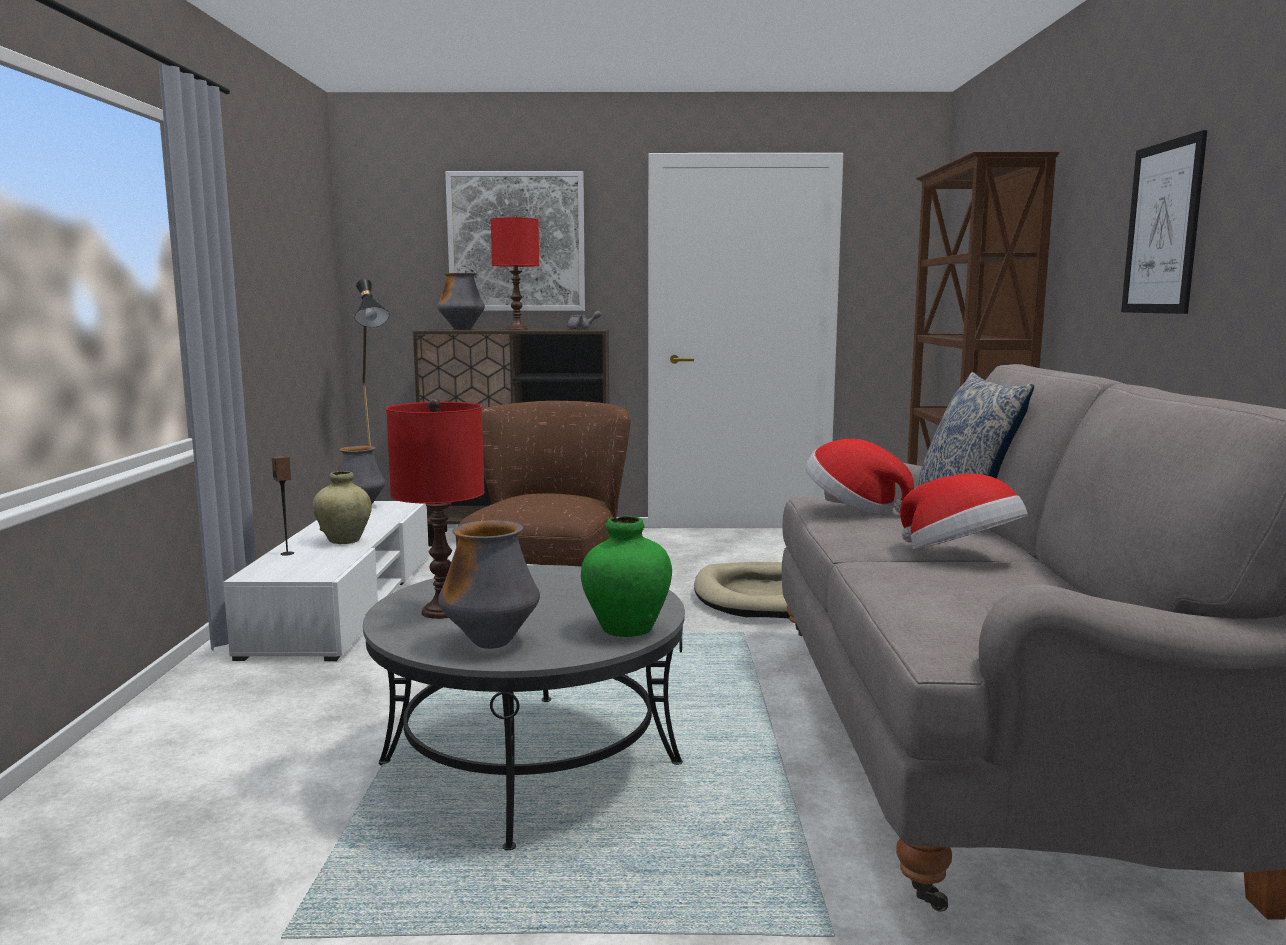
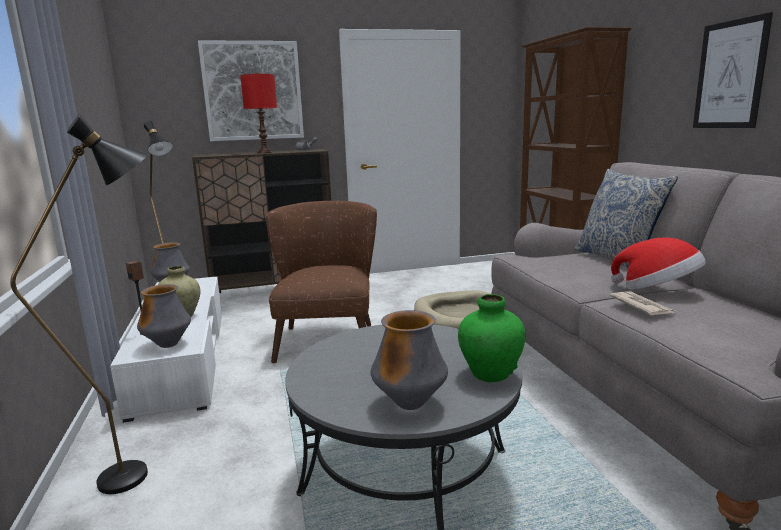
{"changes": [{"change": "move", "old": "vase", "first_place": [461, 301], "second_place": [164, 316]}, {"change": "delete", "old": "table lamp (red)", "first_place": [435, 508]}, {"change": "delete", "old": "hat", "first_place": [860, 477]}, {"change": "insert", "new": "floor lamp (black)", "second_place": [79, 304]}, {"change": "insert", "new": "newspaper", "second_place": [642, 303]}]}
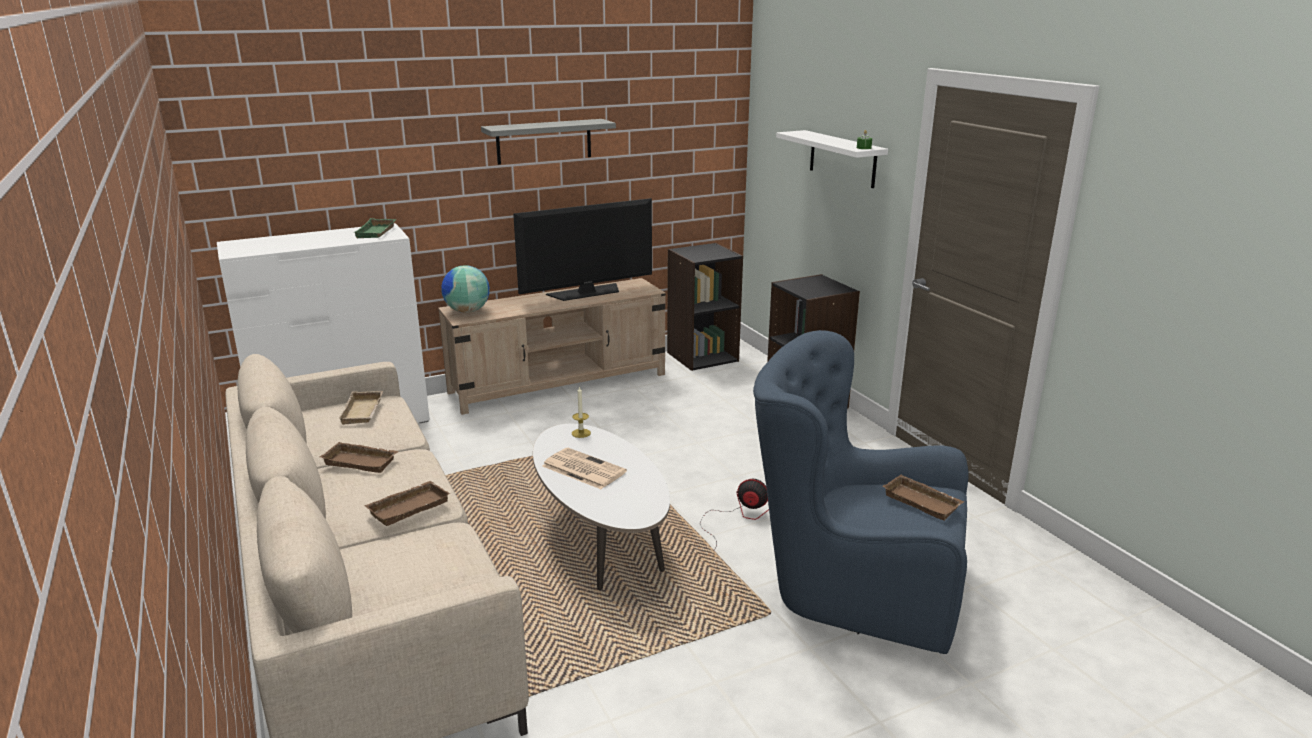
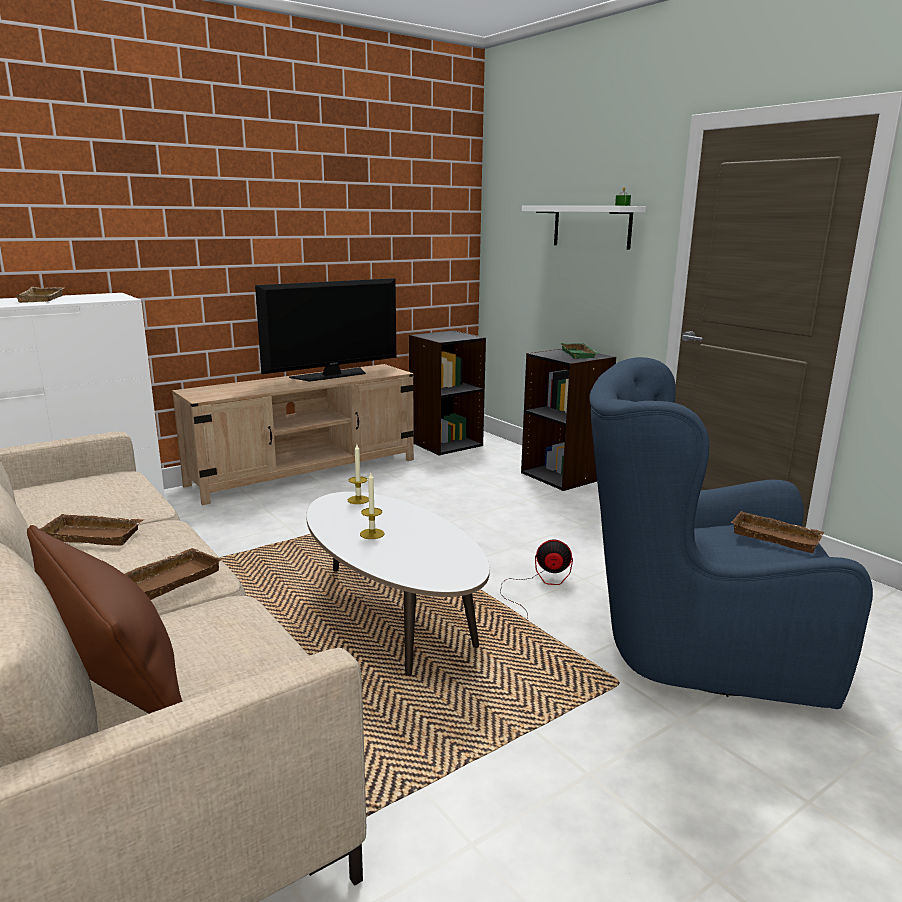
{"changes": [{"change": "delete", "old": "shelf (grey)", "first_place": [548, 142]}, {"change": "move", "old": "tray (green)", "first_place": [375, 228], "second_place": [579, 351]}, {"change": "delete", "old": "globe", "first_place": [465, 289]}, {"change": "move", "old": "tray (beige)", "first_place": [360, 408], "second_place": [40, 295]}, {"change": "replace", "old": "newspaper", "new": "candle", "first_place": [584, 468], "second_place": [372, 506]}, {"change": "insert", "new": "pillow (brown)", "second_place": [105, 619]}]}
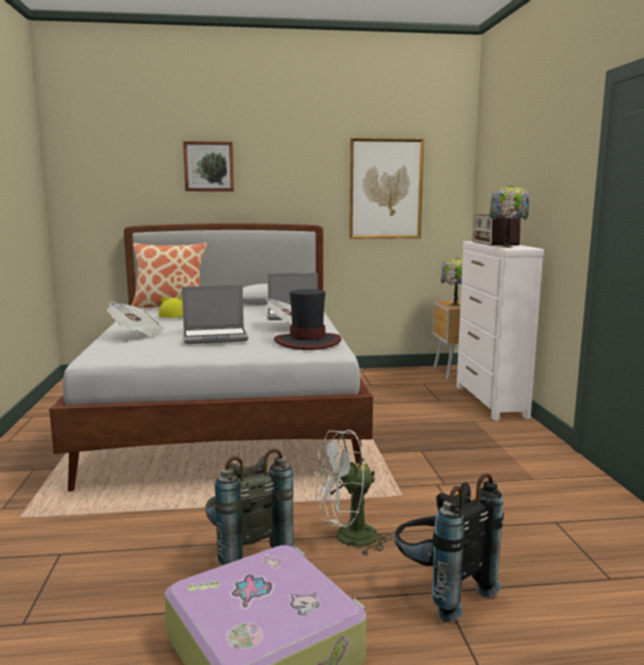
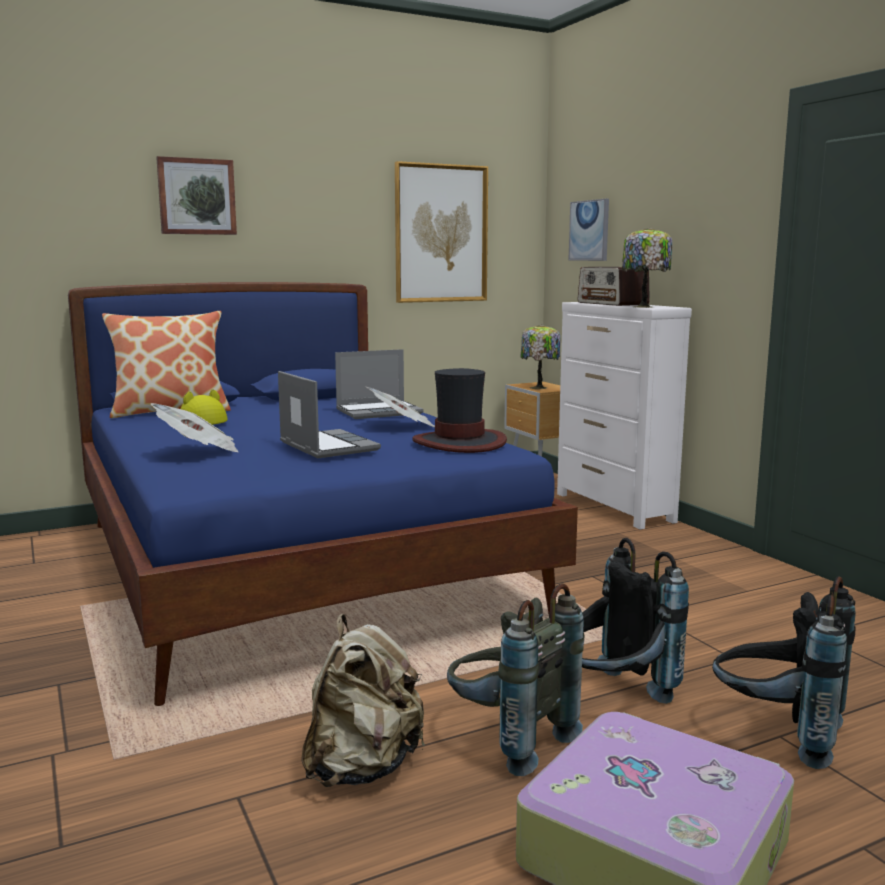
{"changes": [{"change": "recolor", "old": "bed (white)", "new": "bed (blue)", "first_place": [211, 357], "second_place": [323, 494]}, {"change": "rotate", "old": "laptop", "first_place": [215, 314], "second_place": [329, 414], "degrees": -90}, {"change": "replace", "old": "fan (white)", "new": "backpack (black)", "first_place": [354, 493], "second_place": [635, 621]}, {"change": "insert", "new": "picture", "second_place": [589, 230]}, {"change": "insert", "new": "backpack (beige)", "second_place": [363, 700]}]}
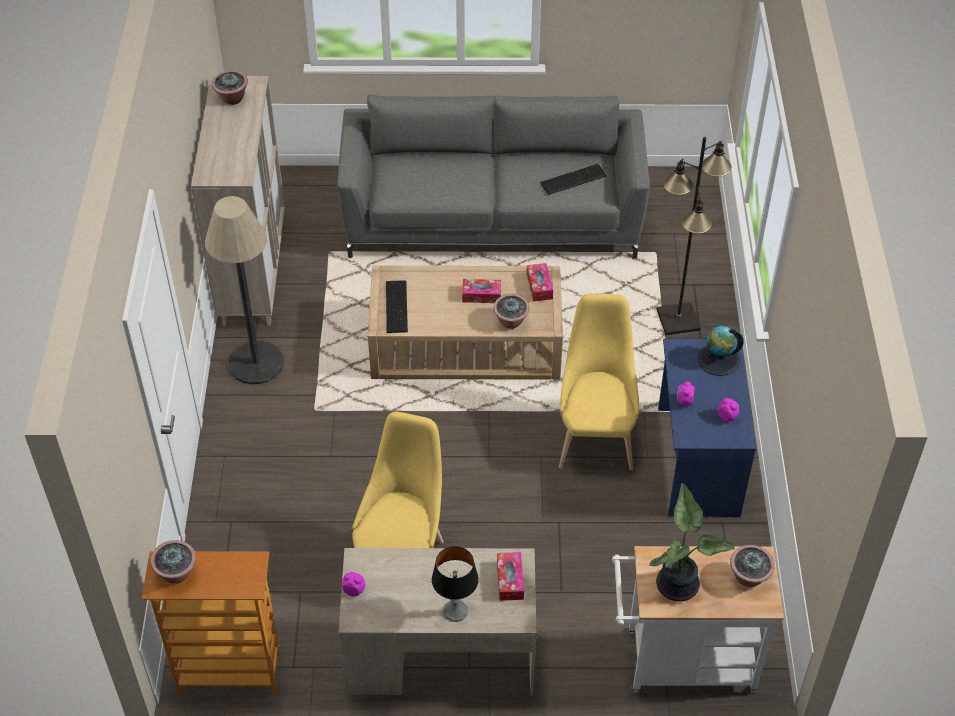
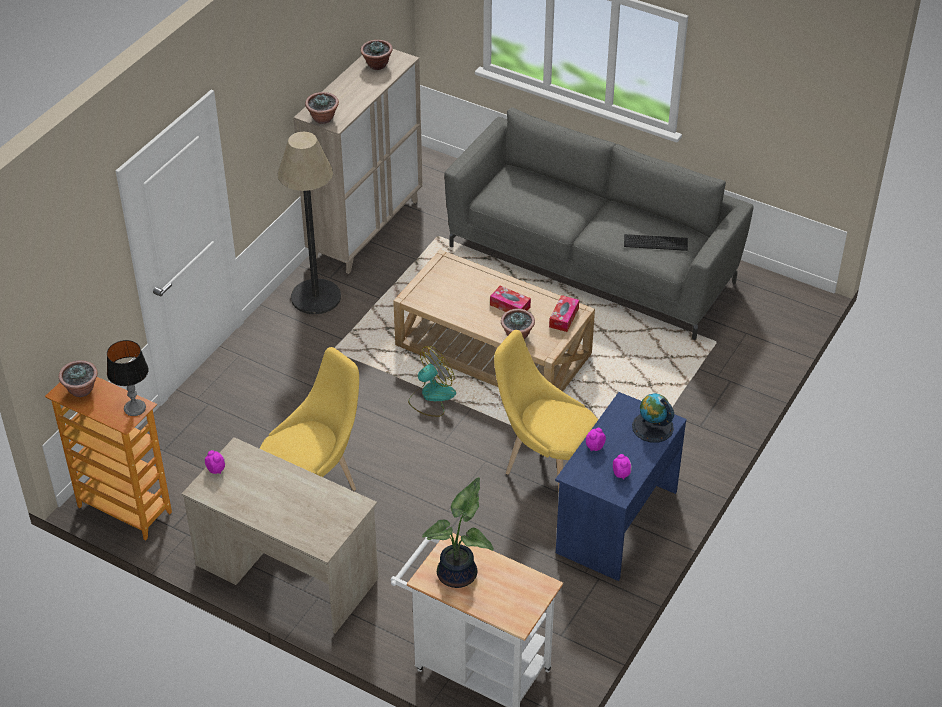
{"changes": [{"change": "delete", "old": "floor lamp (black)", "first_place": [694, 236]}, {"change": "delete", "old": "keyboard", "first_place": [397, 306]}, {"change": "rotate", "old": "chair (yellow)", "first_place": [599, 382], "second_place": [546, 410], "degrees": -90}, {"change": "move", "old": "potted plant", "first_place": [752, 566], "second_place": [322, 108]}, {"change": "move", "old": "table lamp", "first_place": [455, 584], "second_place": [128, 378]}, {"change": "delete", "old": "tissue box", "first_place": [510, 576]}, {"change": "insert", "new": "fan", "second_place": [432, 381]}]}
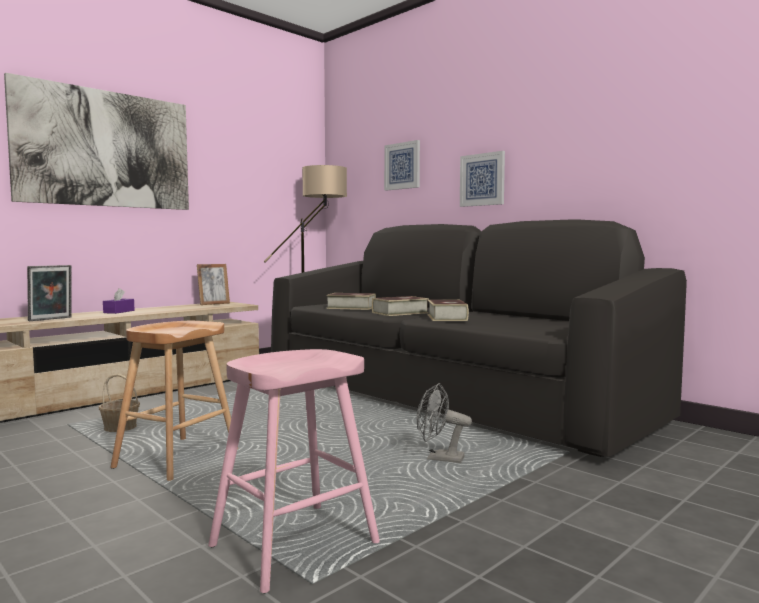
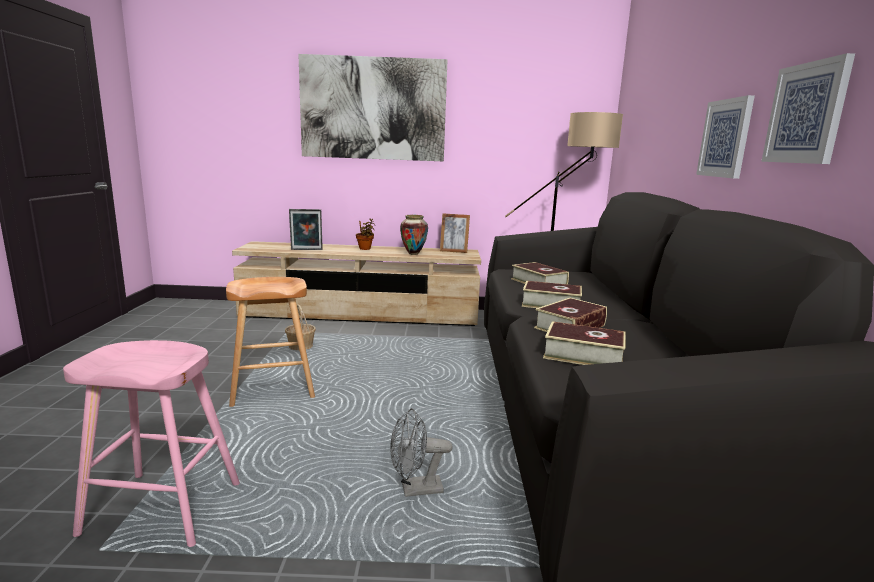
{"changes": [{"change": "move", "old": "picture", "first_place": [402, 165], "second_place": [808, 108]}, {"change": "replace", "old": "tissue box (purple)", "new": "potted plant", "first_place": [118, 301], "second_place": [365, 234]}, {"change": "rotate", "old": "fan (grey)", "first_place": [444, 423], "second_place": [421, 452], "degrees": -75}, {"change": "insert", "new": "vase", "second_place": [414, 235]}, {"change": "insert", "new": "book", "second_place": [584, 343]}]}
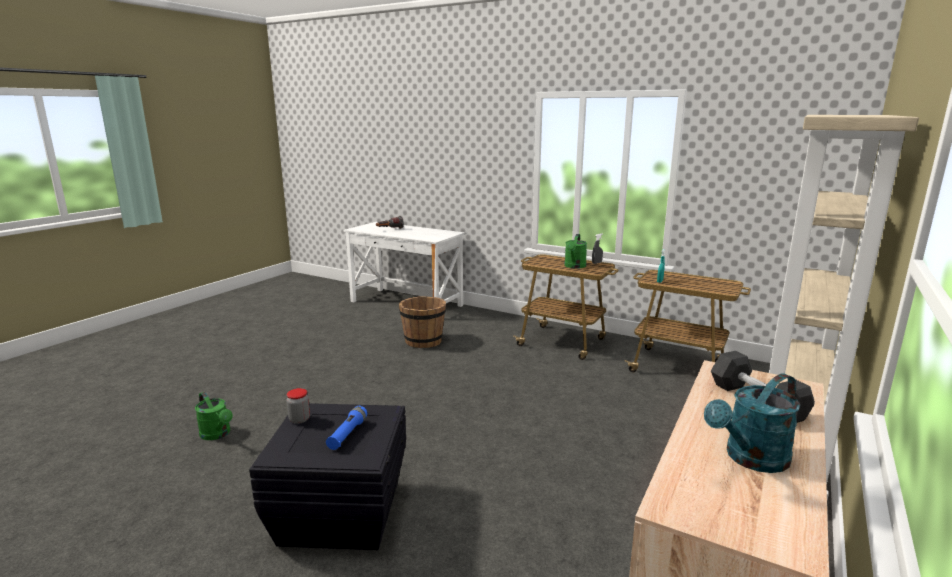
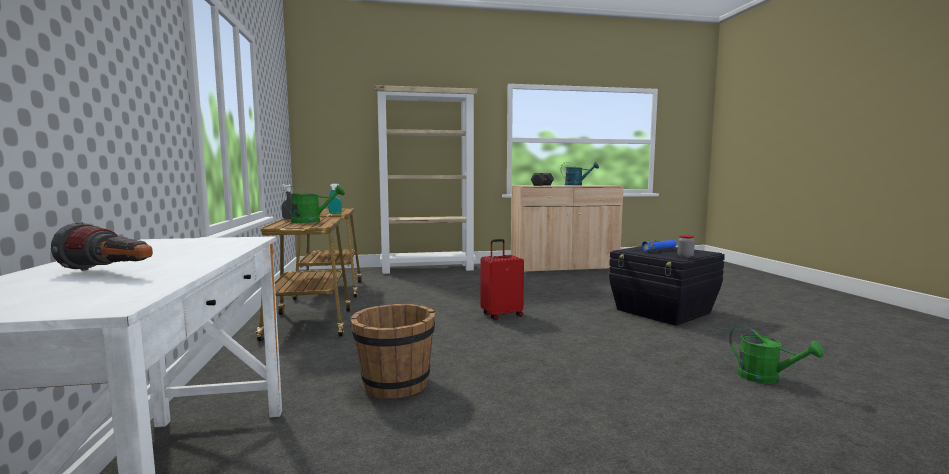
{"changes": [{"change": "rotate", "old": "watering can (green)", "first_place": [214, 416], "second_place": [776, 354], "degrees": 135}, {"change": "insert", "new": "suitcase (red)", "second_place": [502, 279]}]}
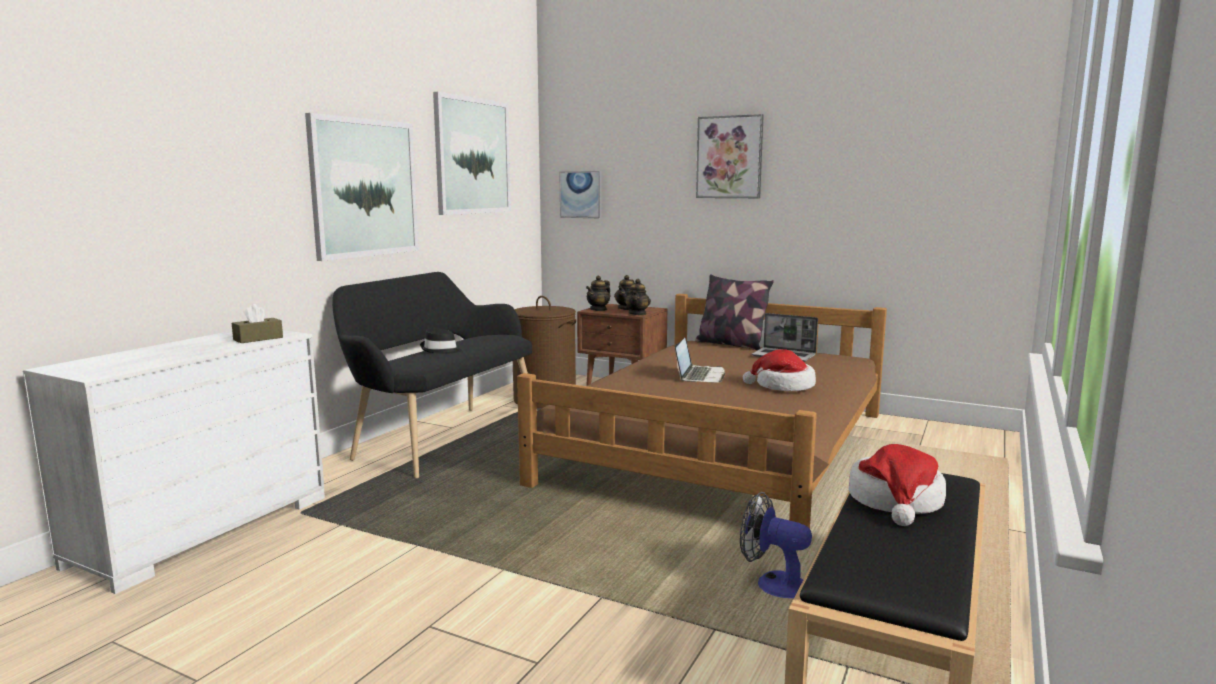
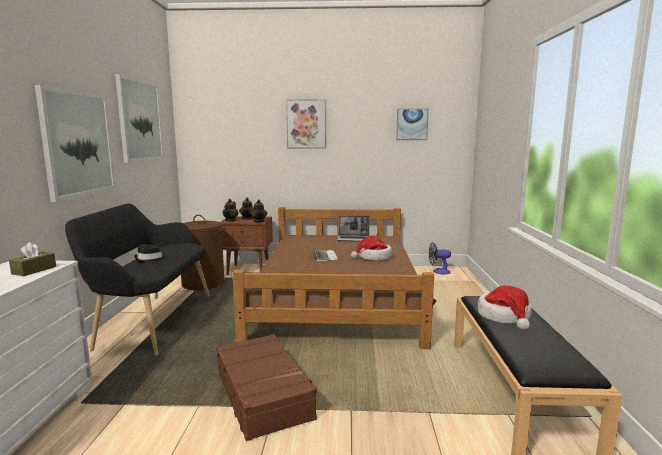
{"changes": [{"change": "move", "old": "picture", "first_place": [580, 194], "second_place": [412, 124]}, {"change": "delete", "old": "pillow", "first_place": [734, 312]}, {"change": "move", "old": "fan", "first_place": [776, 545], "second_place": [440, 258]}, {"change": "insert", "new": "suitcase (brown)", "second_place": [266, 387]}]}
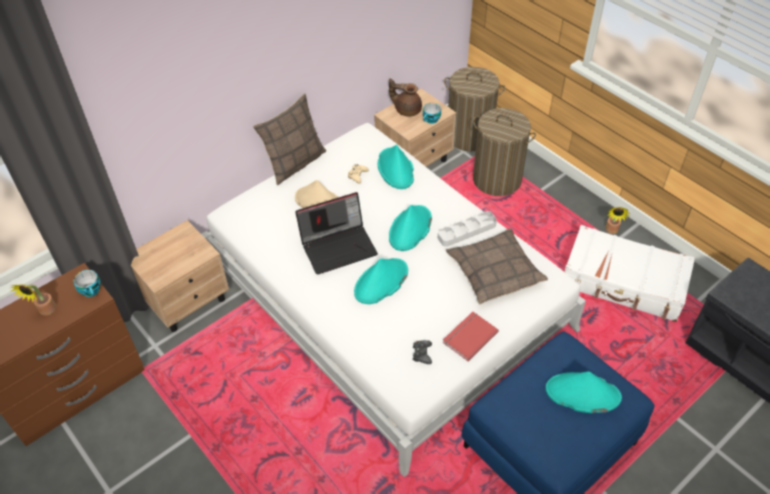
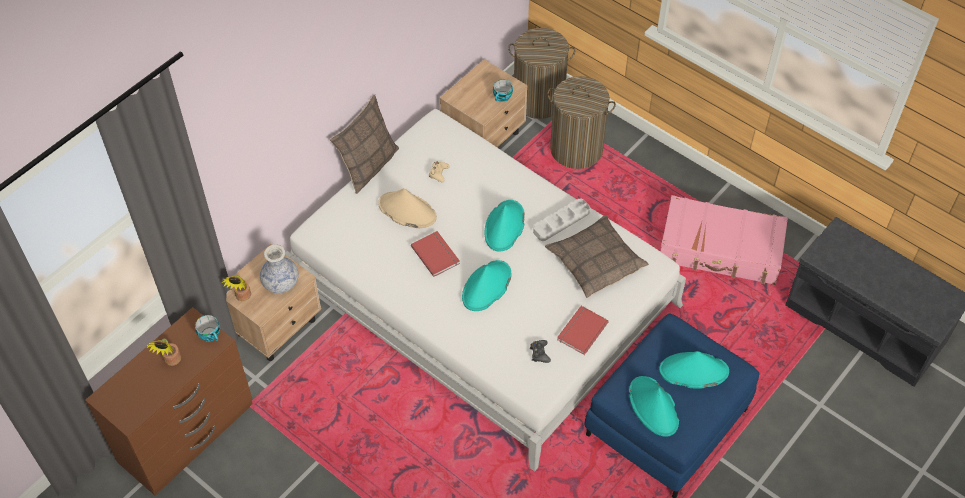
{"changes": [{"change": "delete", "old": "teapot (brown)", "first_place": [405, 97]}, {"change": "move", "old": "hat (turquoise)", "first_place": [395, 167], "second_place": [654, 406]}, {"change": "replace", "old": "laptop", "new": "book (red)", "first_place": [336, 233], "second_place": [435, 254]}, {"change": "move", "old": "potted plant", "first_place": [617, 220], "second_place": [236, 288]}, {"change": "recolor", "old": "suitcase (white)", "new": "suitcase (pink)", "first_place": [630, 273], "second_place": [724, 240]}, {"change": "insert", "new": "vase", "second_place": [279, 268]}]}
